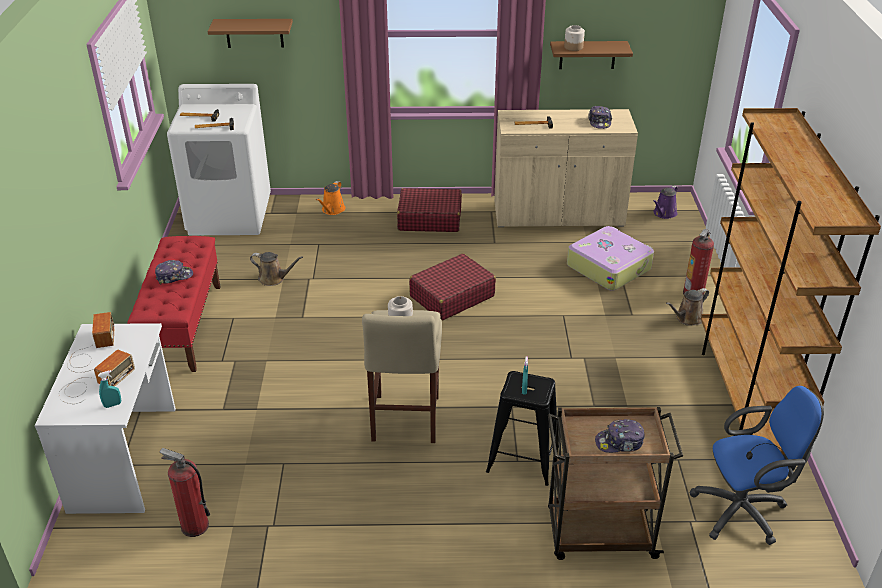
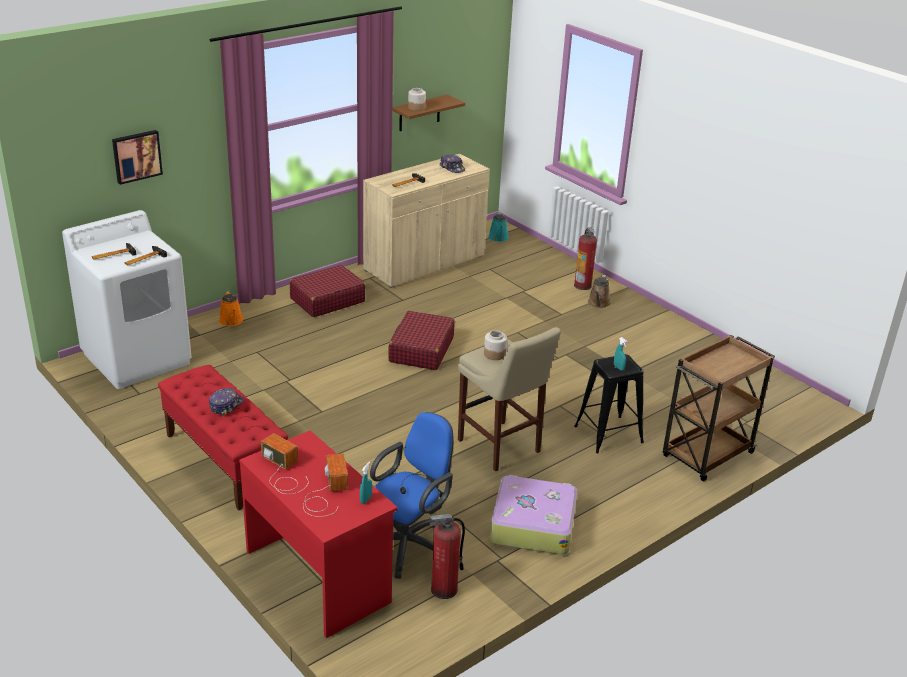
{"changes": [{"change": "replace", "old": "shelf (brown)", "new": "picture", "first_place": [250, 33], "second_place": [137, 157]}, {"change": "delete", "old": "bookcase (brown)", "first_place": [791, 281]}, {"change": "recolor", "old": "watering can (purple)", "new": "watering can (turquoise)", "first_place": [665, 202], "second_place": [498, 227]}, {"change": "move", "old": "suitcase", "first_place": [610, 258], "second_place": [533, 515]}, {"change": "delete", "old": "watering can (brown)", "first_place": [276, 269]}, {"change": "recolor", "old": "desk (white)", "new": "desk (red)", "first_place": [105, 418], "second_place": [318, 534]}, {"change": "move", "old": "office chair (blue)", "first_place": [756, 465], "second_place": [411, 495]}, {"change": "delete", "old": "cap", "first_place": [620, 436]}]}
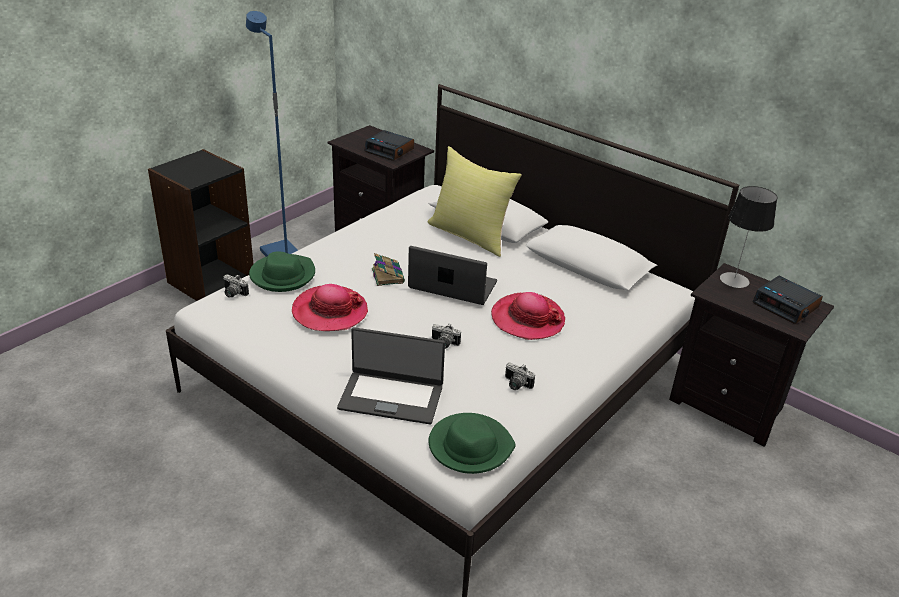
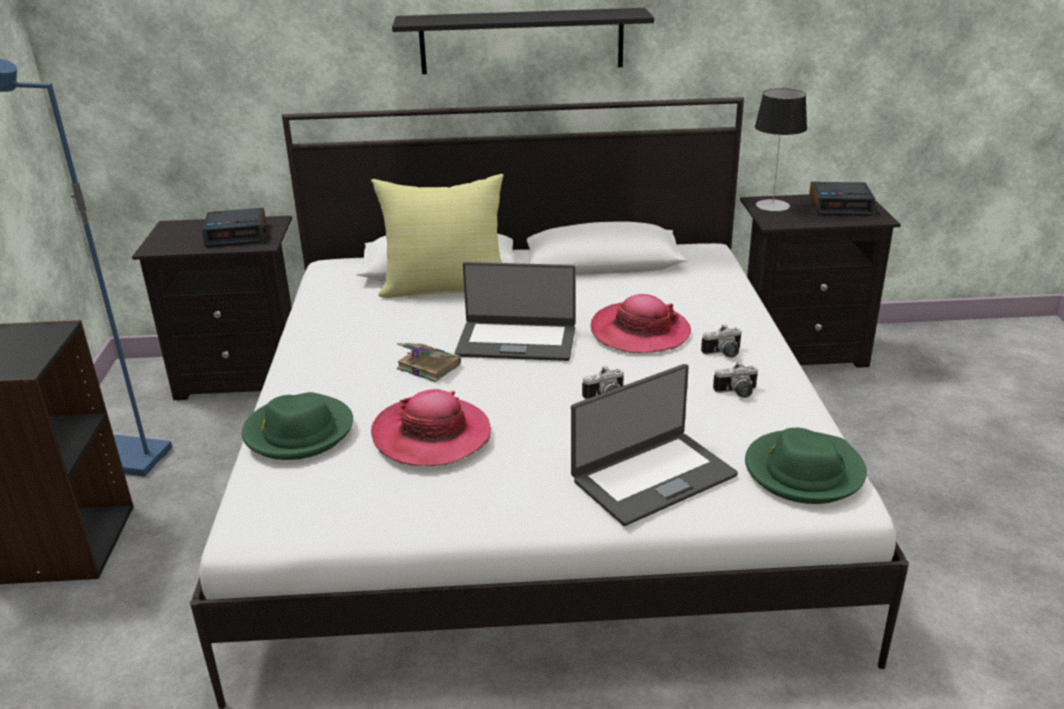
{"changes": [{"change": "rotate", "old": "laptop", "first_place": [452, 275], "second_place": [515, 311], "degrees": -150}, {"change": "move", "old": "photo camera", "first_place": [236, 286], "second_place": [721, 341]}, {"change": "insert", "new": "shelf (black)", "second_place": [523, 41]}]}
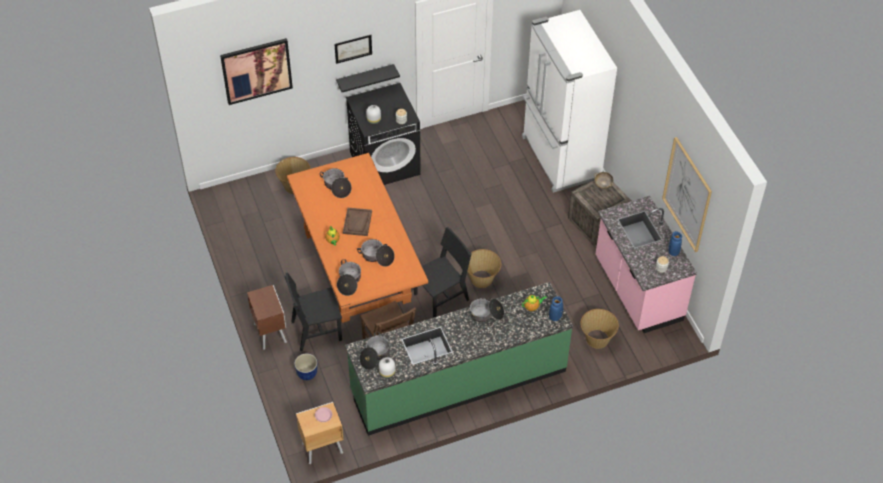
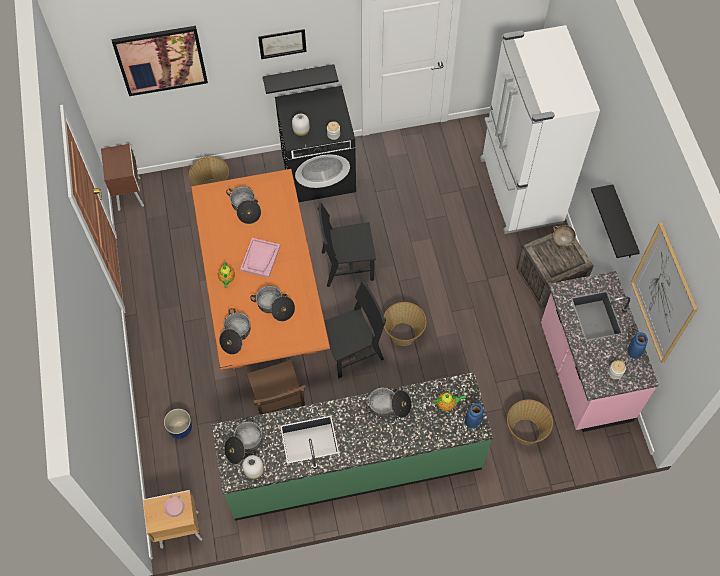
{"changes": [{"change": "recolor", "old": "tray (brown)", "new": "tray (pink)", "first_place": [357, 222], "second_place": [260, 258]}, {"change": "move", "old": "chair (black)", "first_place": [313, 311], "second_place": [346, 245]}, {"change": "move", "old": "nightstand (brown)", "first_place": [267, 317], "second_place": [122, 177]}, {"change": "insert", "new": "shelf (black)", "second_place": [615, 221]}]}
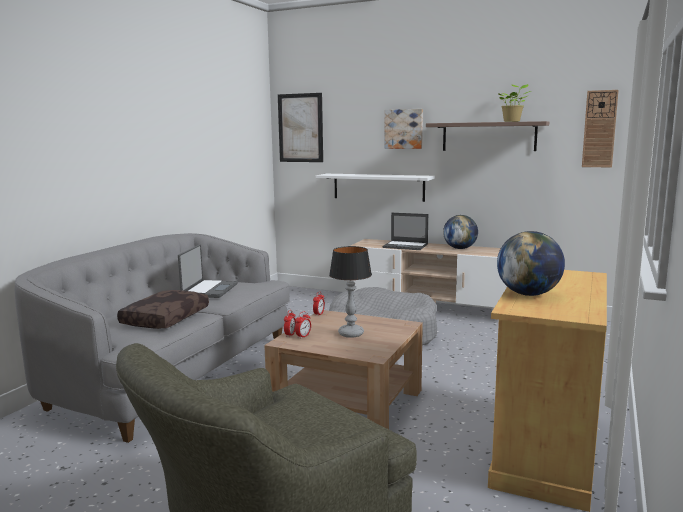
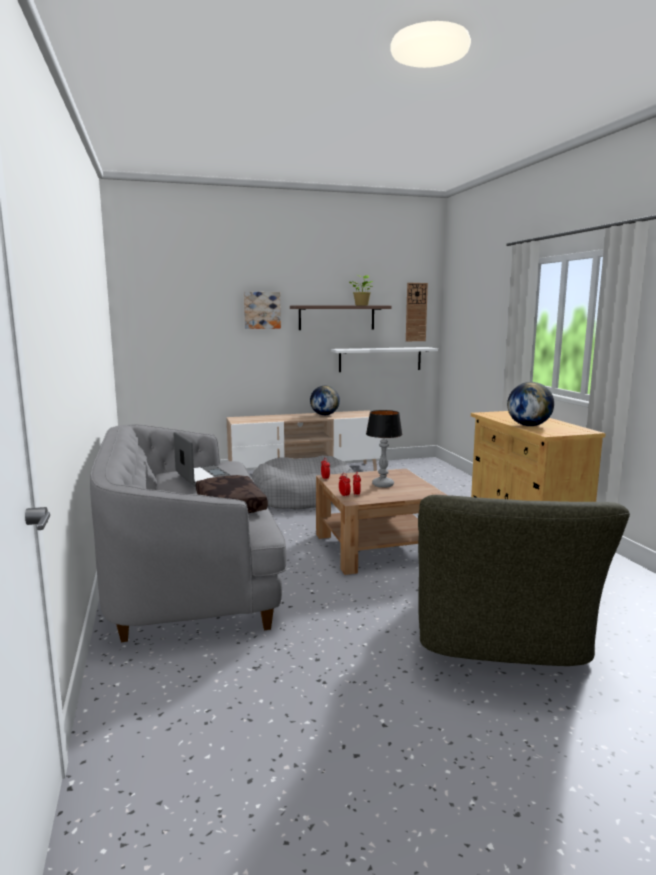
{"changes": [{"change": "delete", "old": "picture", "first_place": [300, 127]}, {"change": "move", "old": "shelf (white)", "first_place": [375, 188], "second_place": [384, 359]}, {"change": "delete", "old": "laptop", "first_place": [405, 231]}]}
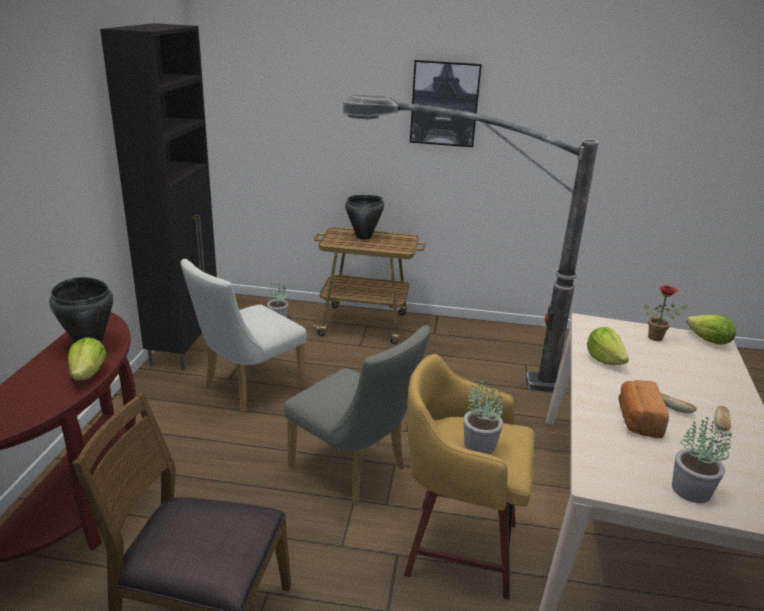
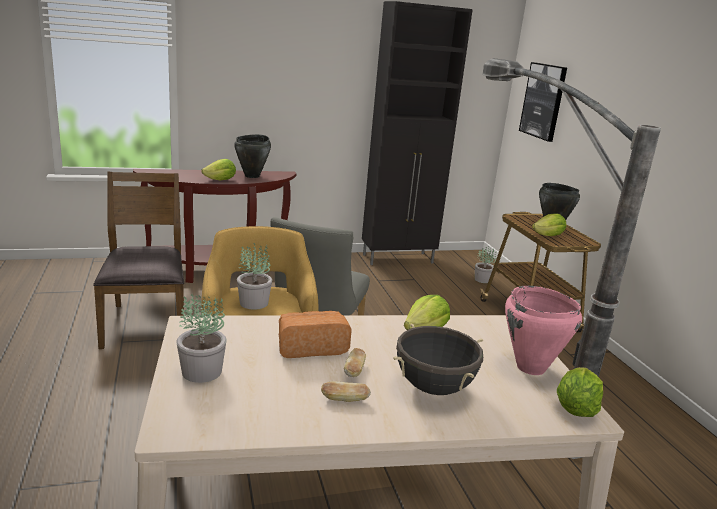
{"changes": [{"change": "move", "old": "picture", "first_place": [446, 103], "second_place": [543, 102]}, {"change": "delete", "old": "chair (white)", "first_place": [244, 336]}, {"change": "replace", "old": "potted plant", "new": "cooking pot (pink)", "first_place": [666, 313], "second_place": [543, 330]}, {"change": "insert", "new": "lettuce", "second_place": [549, 224]}, {"change": "insert", "new": "cooking pot (black)", "second_place": [438, 359]}]}
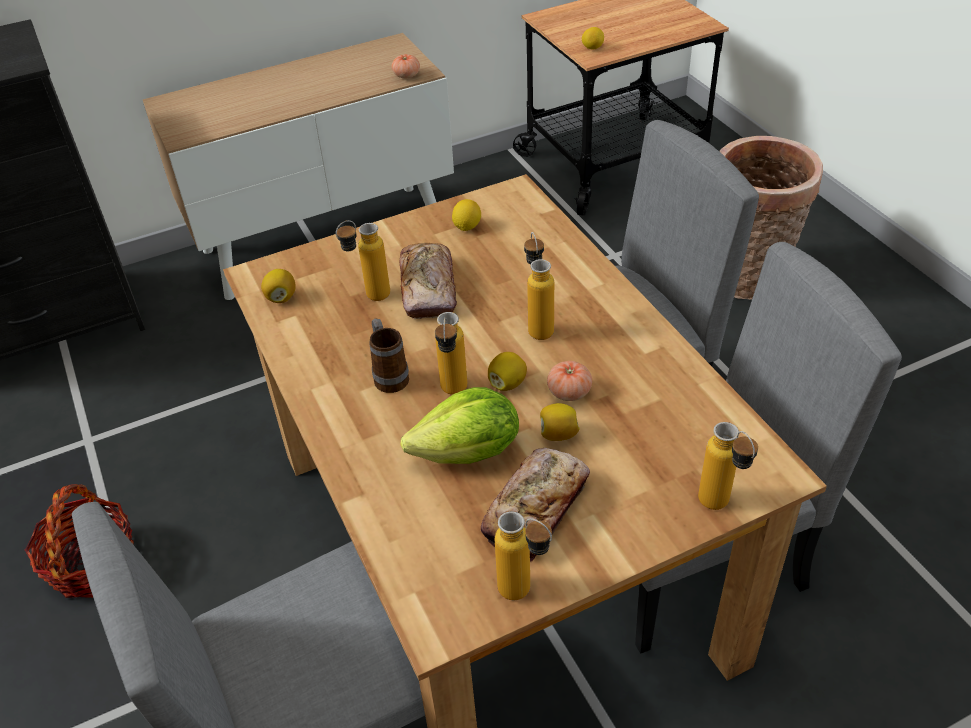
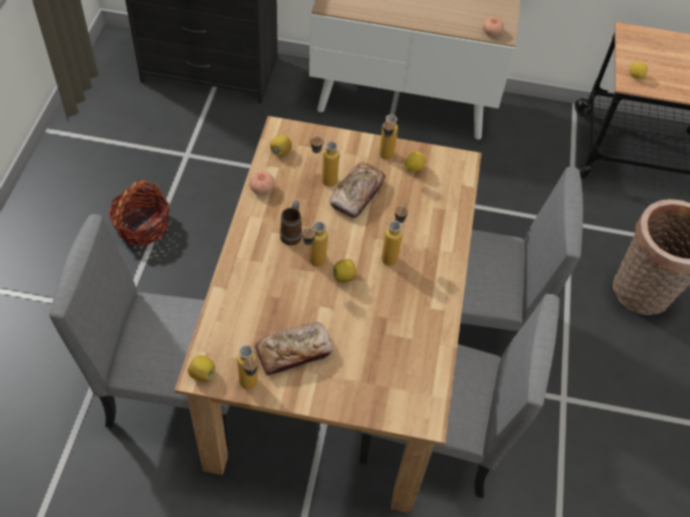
{"changes": [{"change": "move", "old": "tomato", "first_place": [569, 381], "second_place": [262, 183]}, {"change": "delete", "old": "lettuce", "first_place": [459, 425]}, {"change": "move", "old": "lemon", "first_place": [560, 422], "second_place": [201, 368]}, {"change": "move", "old": "bottle", "first_place": [728, 466], "second_place": [388, 137]}]}
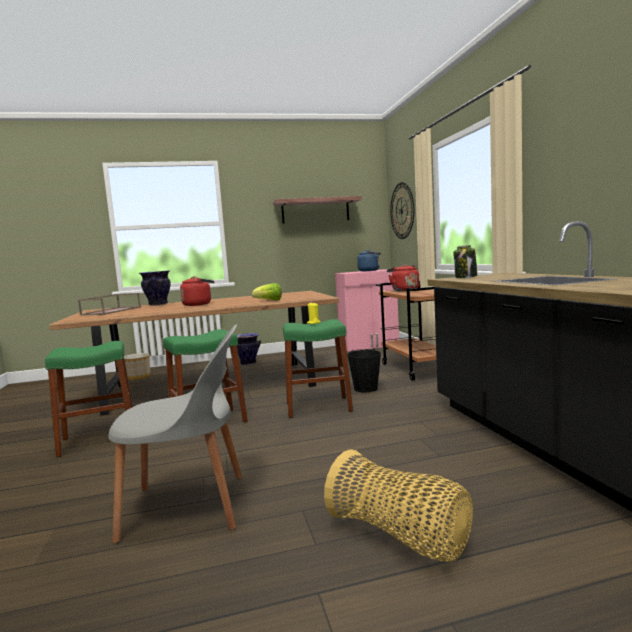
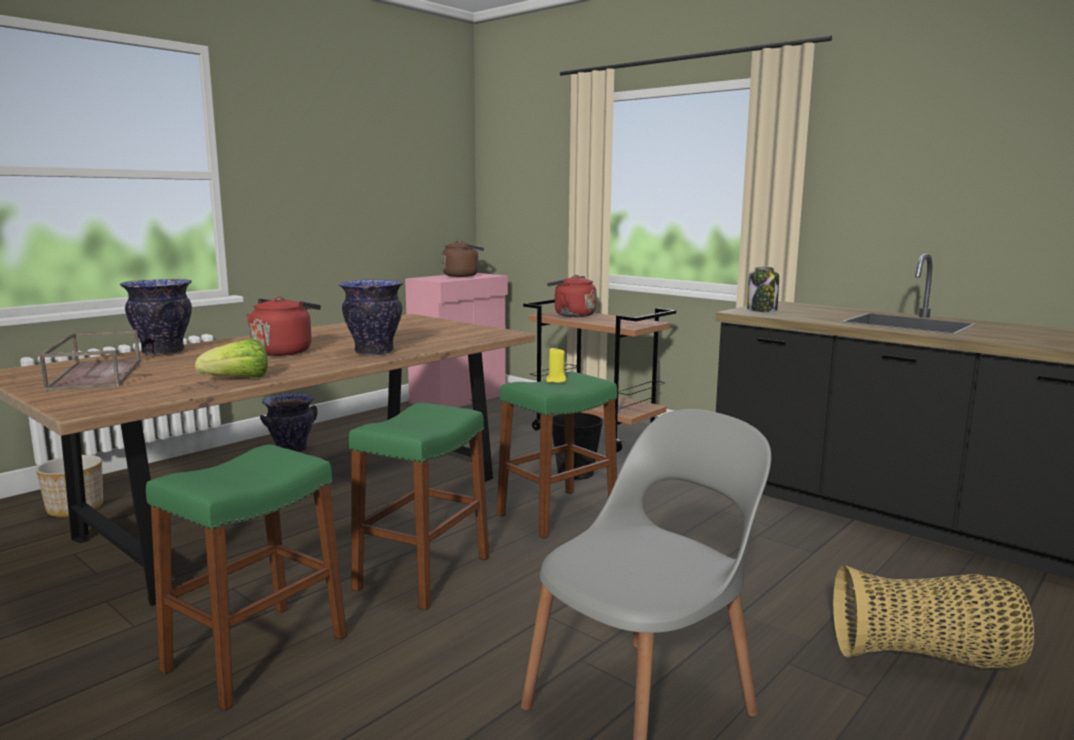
{"changes": [{"change": "delete", "old": "wall clock", "first_place": [402, 210]}, {"change": "delete", "old": "shelf", "first_place": [317, 210]}, {"change": "recolor", "old": "kettle (blue)", "new": "kettle (brown)", "first_place": [369, 260], "second_place": [463, 258]}, {"change": "move", "old": "lettuce", "first_place": [267, 291], "second_place": [231, 358]}, {"change": "insert", "new": "vase", "second_place": [370, 317]}]}
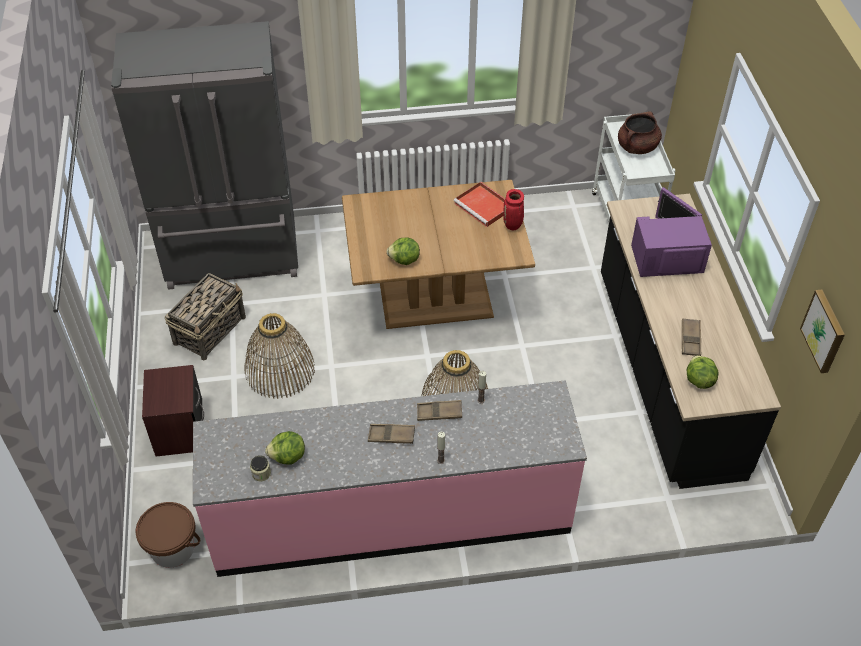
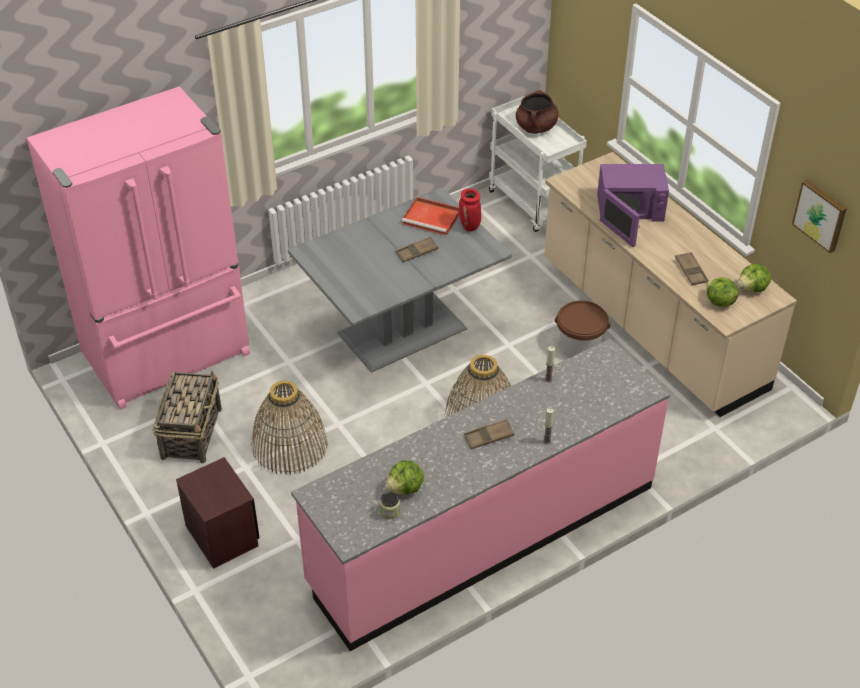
{"changes": [{"change": "recolor", "old": "fridge (grey)", "new": "fridge (pink)", "first_place": [204, 155], "second_place": [138, 248]}, {"change": "recolor", "old": "dining table (brown)", "new": "dining table (grey)", "first_place": [438, 254], "second_place": [400, 280]}, {"change": "rotate", "old": "microwave (purple)", "first_place": [671, 232], "second_place": [633, 205], "degrees": -150}, {"change": "recolor", "old": "counter (black)", "new": "counter (beige)", "first_place": [691, 341], "second_place": [670, 284]}, {"change": "move", "old": "lettuce", "first_place": [403, 251], "second_place": [754, 278]}, {"change": "move", "old": "tray (brown)", "first_place": [439, 410], "second_place": [417, 249]}, {"change": "move", "old": "bucket (brown)", "first_place": [168, 535], "second_place": [582, 329]}]}
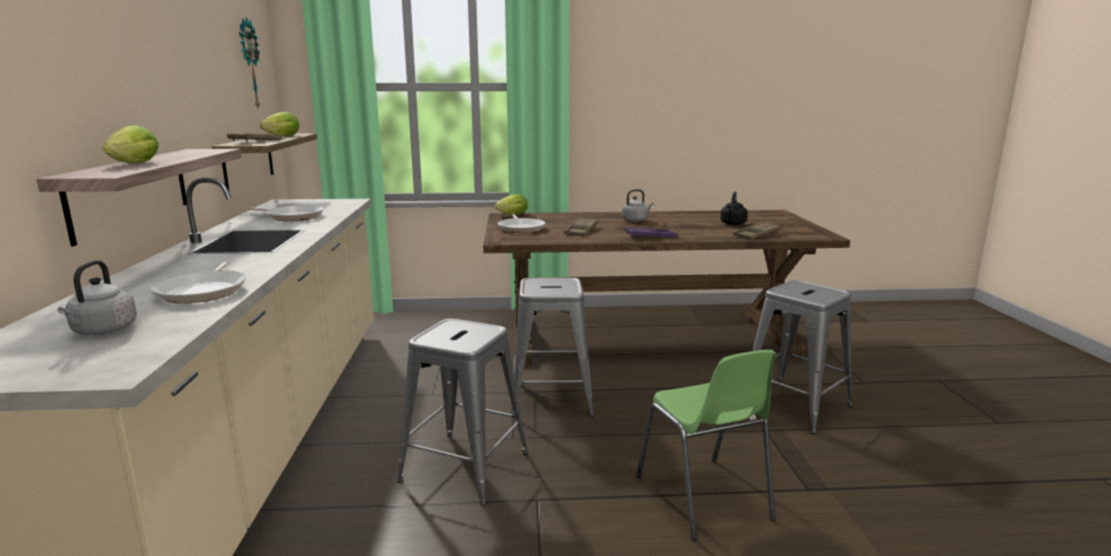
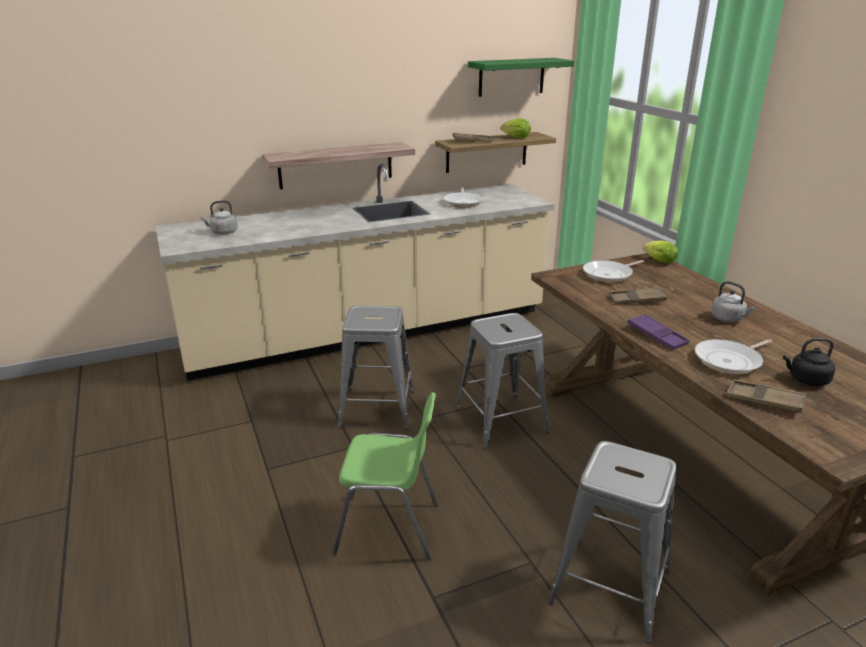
{"changes": [{"change": "replace", "old": "wall clock", "new": "shelf (green)", "first_place": [249, 62], "second_place": [521, 77]}, {"change": "delete", "old": "lettuce", "first_place": [130, 144]}, {"change": "move", "old": "frying pan", "first_place": [198, 282], "second_place": [733, 356]}, {"change": "rotate", "old": "chair (green)", "first_place": [706, 445], "second_place": [385, 476], "degrees": -135}]}
